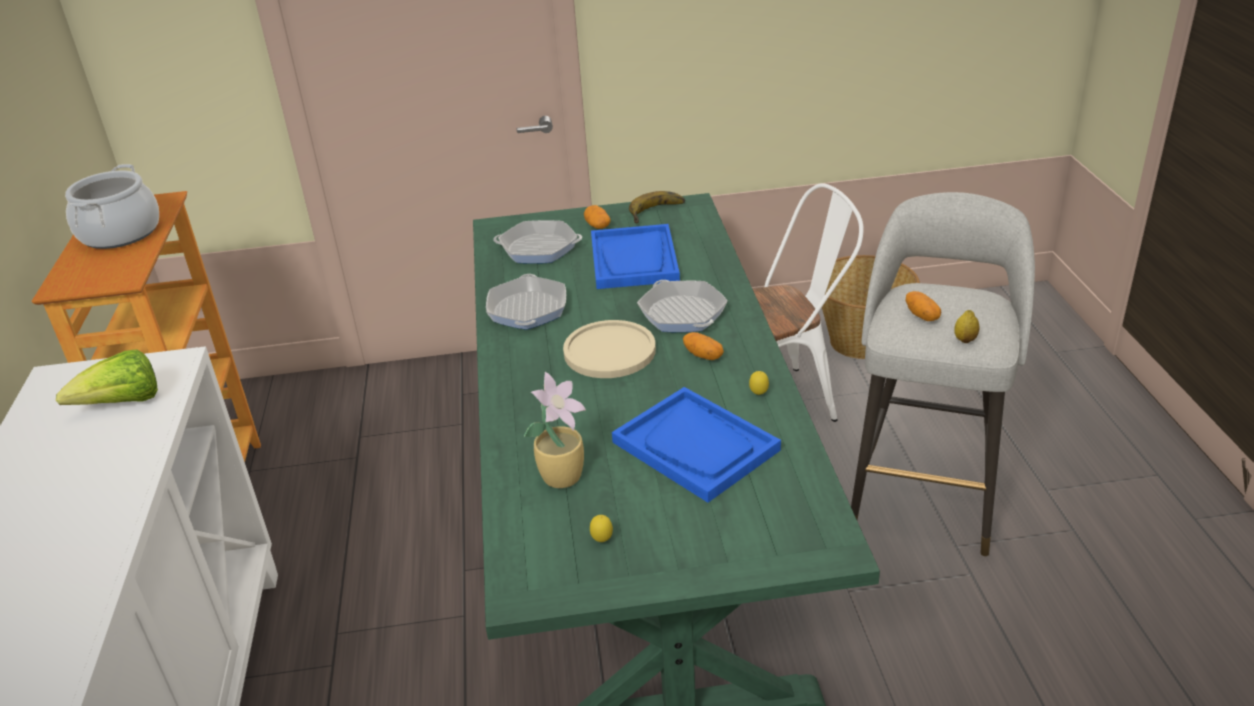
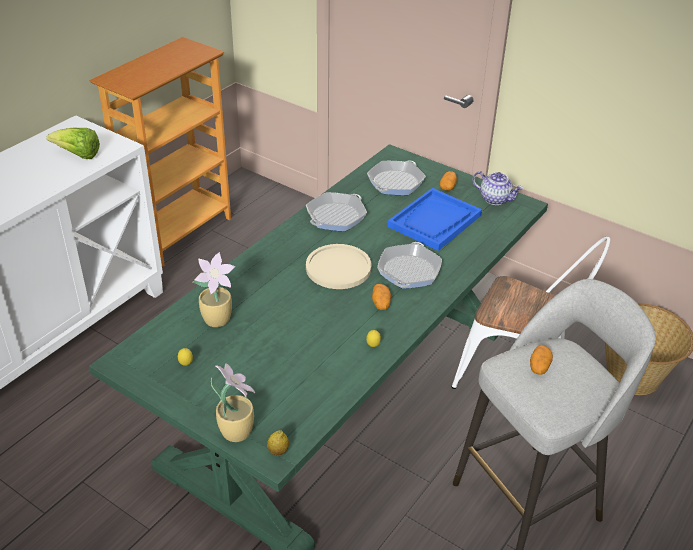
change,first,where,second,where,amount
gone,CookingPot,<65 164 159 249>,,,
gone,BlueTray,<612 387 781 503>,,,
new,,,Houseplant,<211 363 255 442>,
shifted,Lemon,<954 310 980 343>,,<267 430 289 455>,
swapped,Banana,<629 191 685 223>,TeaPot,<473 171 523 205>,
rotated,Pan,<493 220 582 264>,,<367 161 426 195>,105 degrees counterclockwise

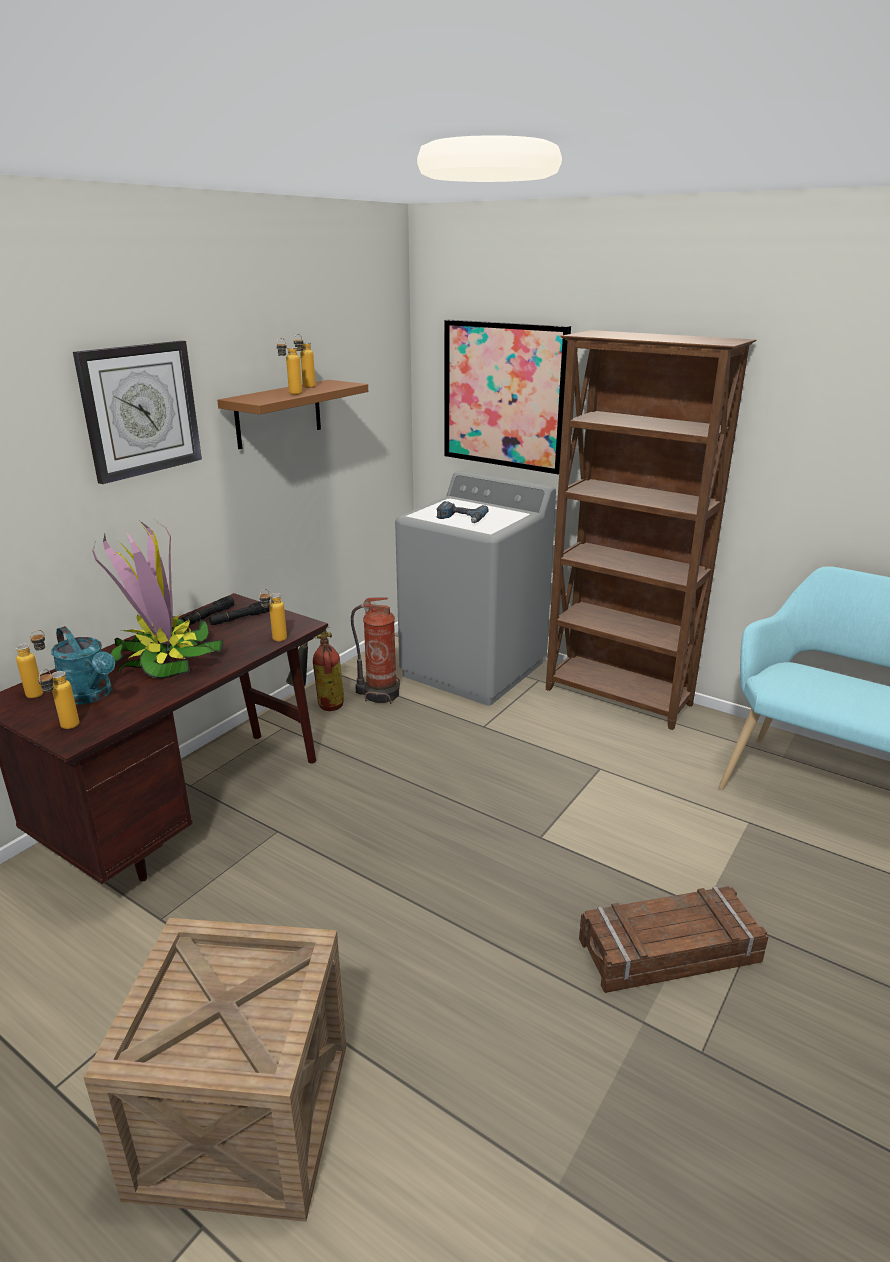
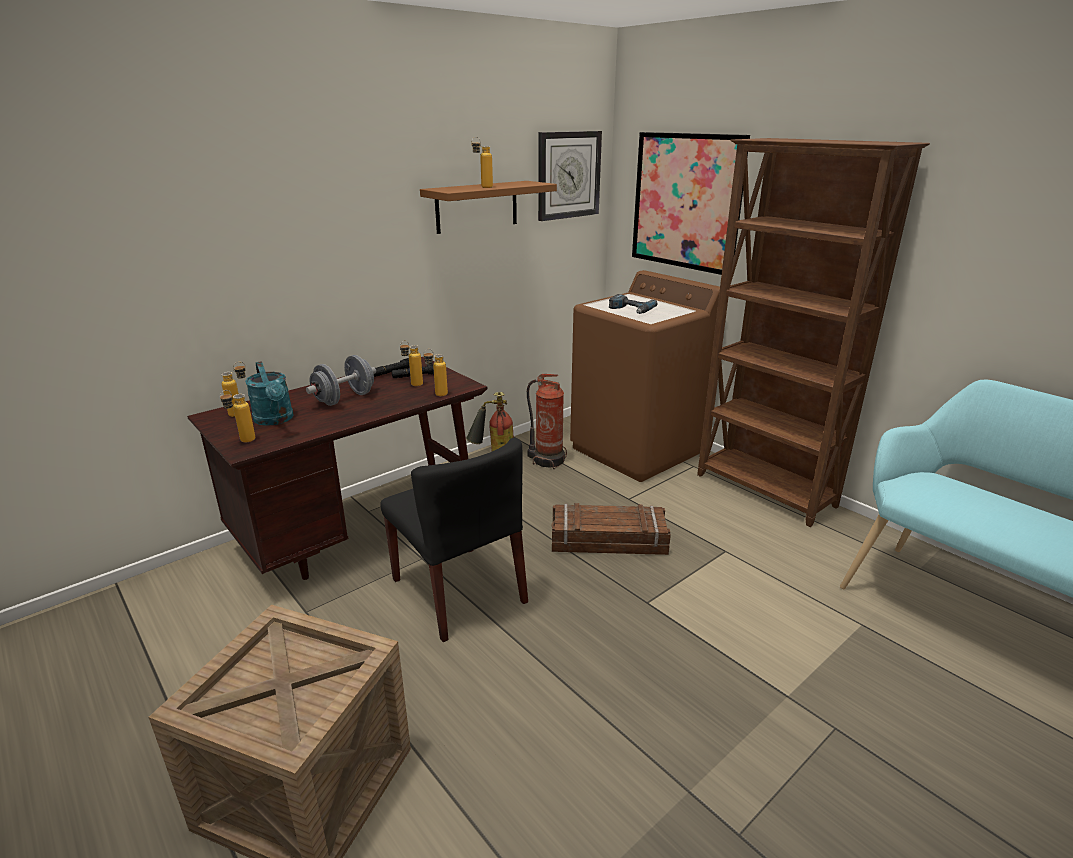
change,first,where,second,where,amount
new,,,BlackPlainChair,<380 437 528 642>,
shifted,ClockOnTheWall,<73 341 202 484>,,<538 131 602 221>,
shifted,Bottle,<294 334 316 388>,,<400 340 423 386>,
shifted,PackingCrate,<579 886 768 993>,,<552 503 671 555>,
swapped,Houseplant,<92 521 224 679>,GrayDumbbell,<306 355 376 406>,
repainted,GrayLaundryMachine,<395 471 556 706>,BrownColouredLaundryMachine,<570 270 720 482>,

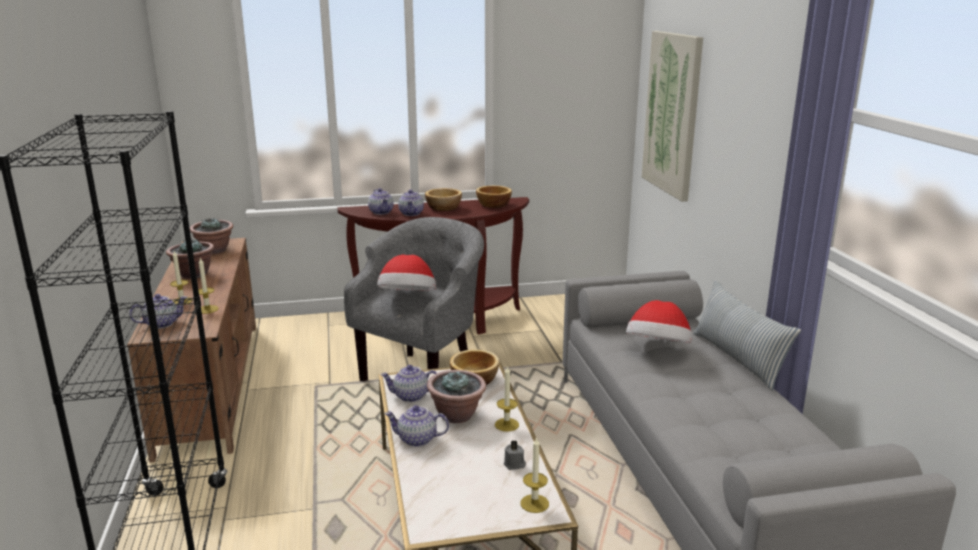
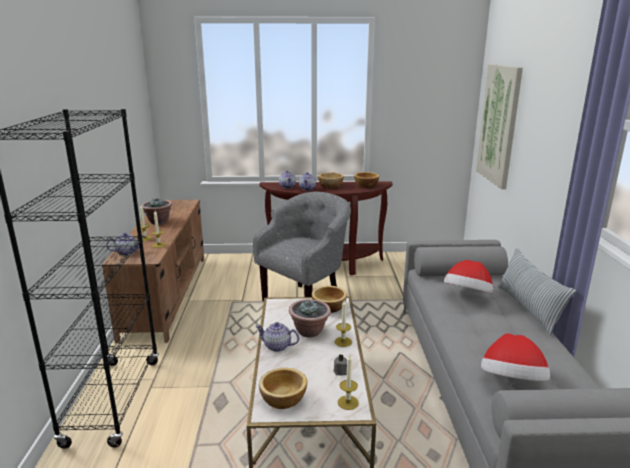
change,first,where,second,where,amount
gone,Houseplant,<190 218 233 254>,,,
gone,TeaPot,<381 365 437 402>,,,
new,,,Bowl,<259 368 307 409>,
shifted,ClothingHat,<377 255 436 291>,,<481 333 550 381>,

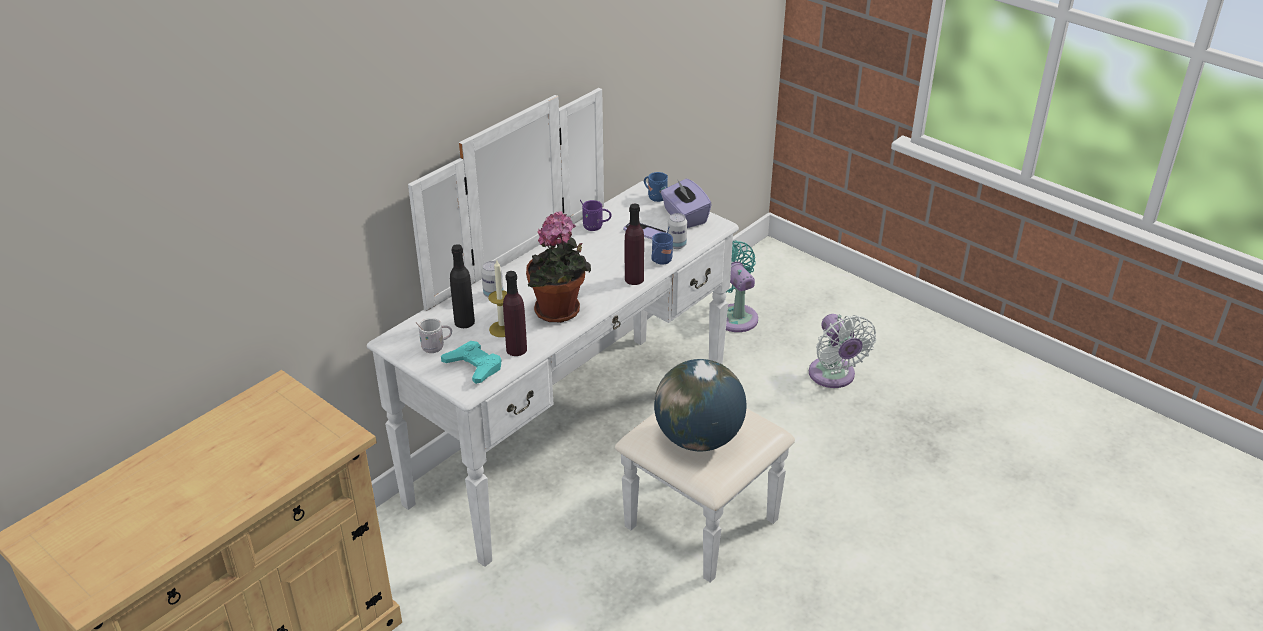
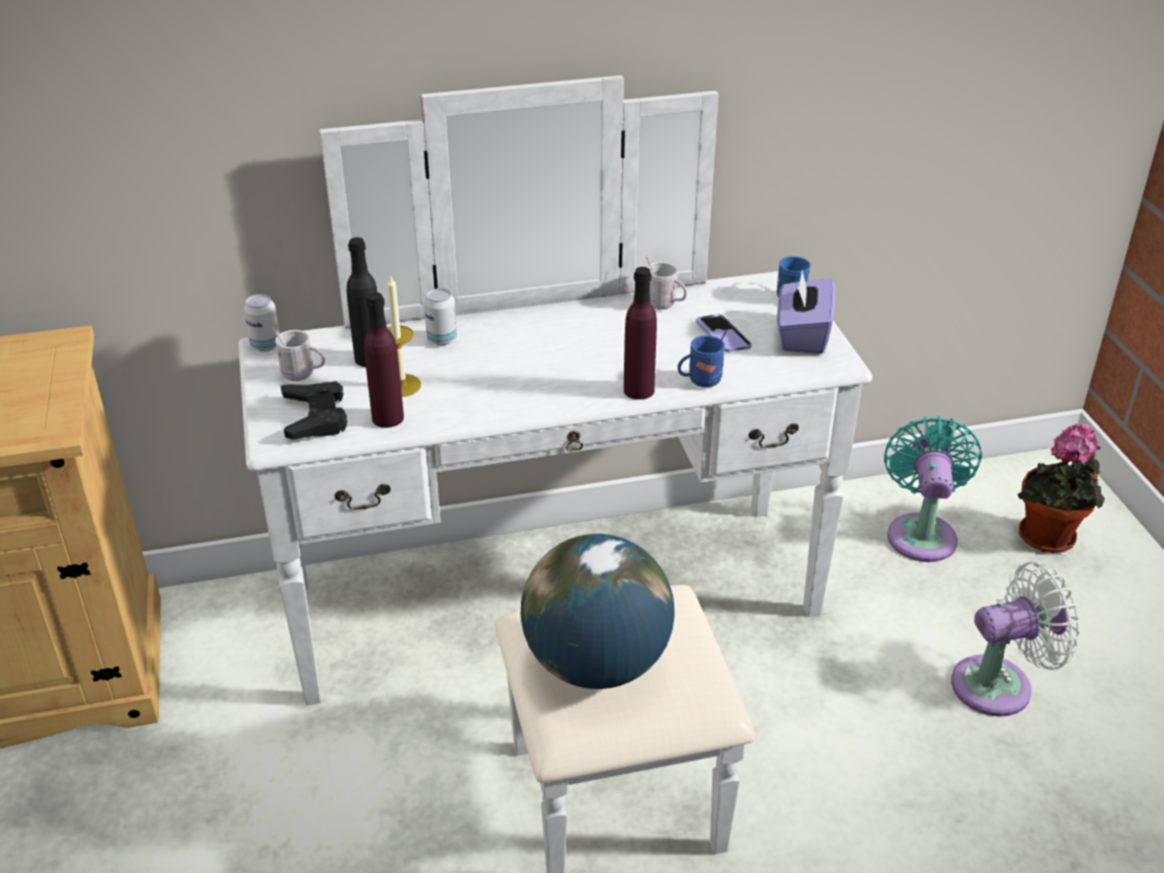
change,first,where,second,where,amount
shifted,Houseplant,<526 211 591 323>,,<1018 424 1105 553>,
shifted,MetalCan,<668 213 687 249>,,<244 294 280 351>,
repainted,BlueGreenJoypad,<441 341 502 384>,BlackJoypad,<281 381 348 439>,
repainted,PurpleColouredMug,<580 200 612 231>,WhitishMug,<646 255 687 309>,
rotated,WhitishCoolingFan,<809 314 876 388>,,<951 562 1080 717>,120 degrees counterclockwise

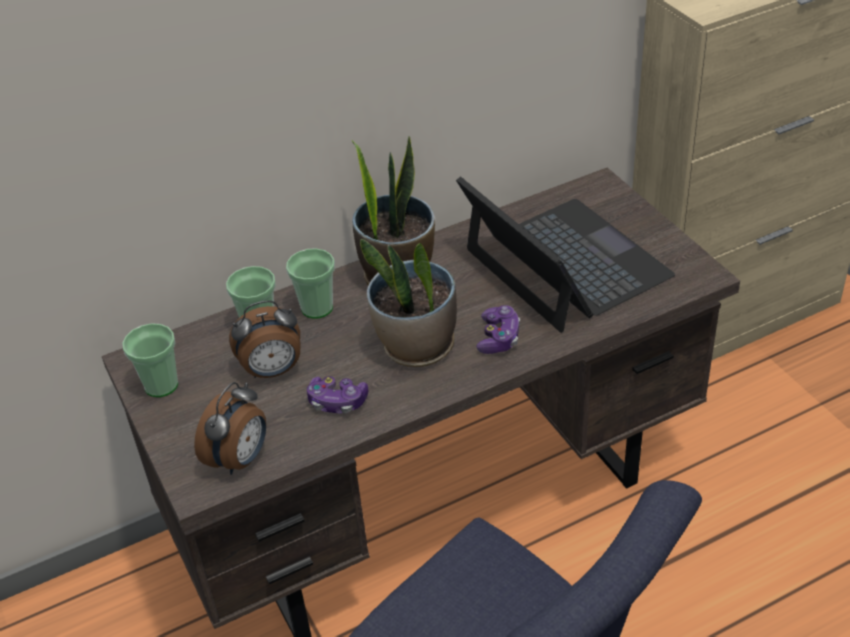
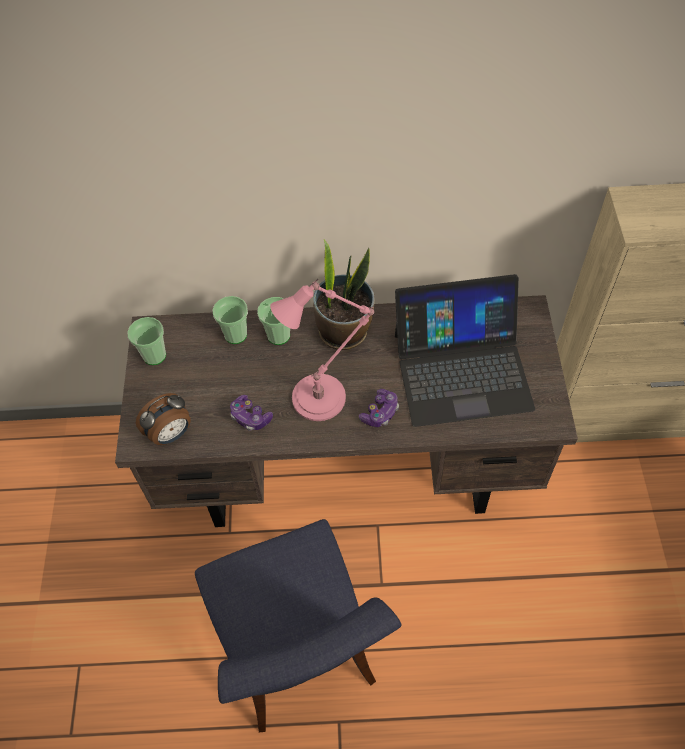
change,first,where,second,where,amount
gone,BedsideClock,<229 300 301 378>,,,
swapped,Houseplant,<360 239 457 367>,PinkishTableLamp,<270 279 374 421>,
rotated,PortableComputer,<456 177 675 333>,,<395 274 535 427>,90 degrees clockwise

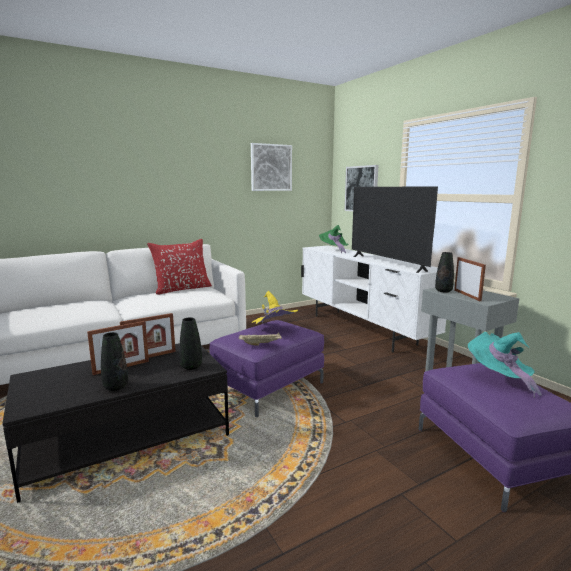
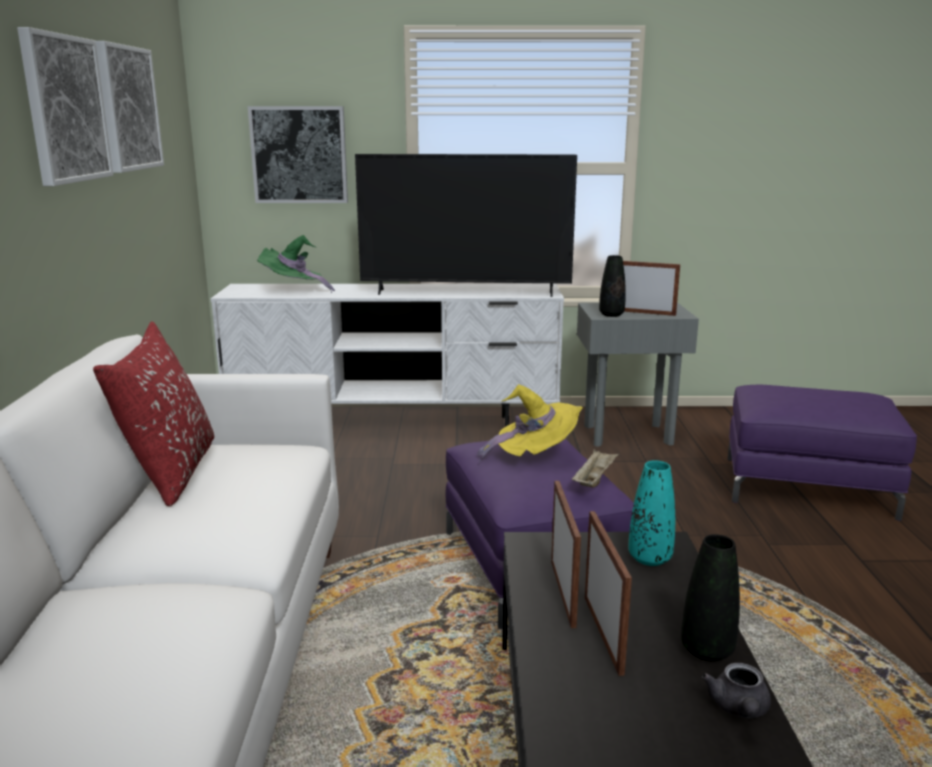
change,first,where,second,where,amount
gone,BlueGreenClothingHat,<468 332 542 398>,,,
new,,,WallArt,<17 27 113 186>,
new,,,GrayTeaPot,<702 663 771 718>,
repainted,BlackDecorativeVase,<179 317 202 370>,BlueGreenDecorativeVase,<629 460 675 566>,

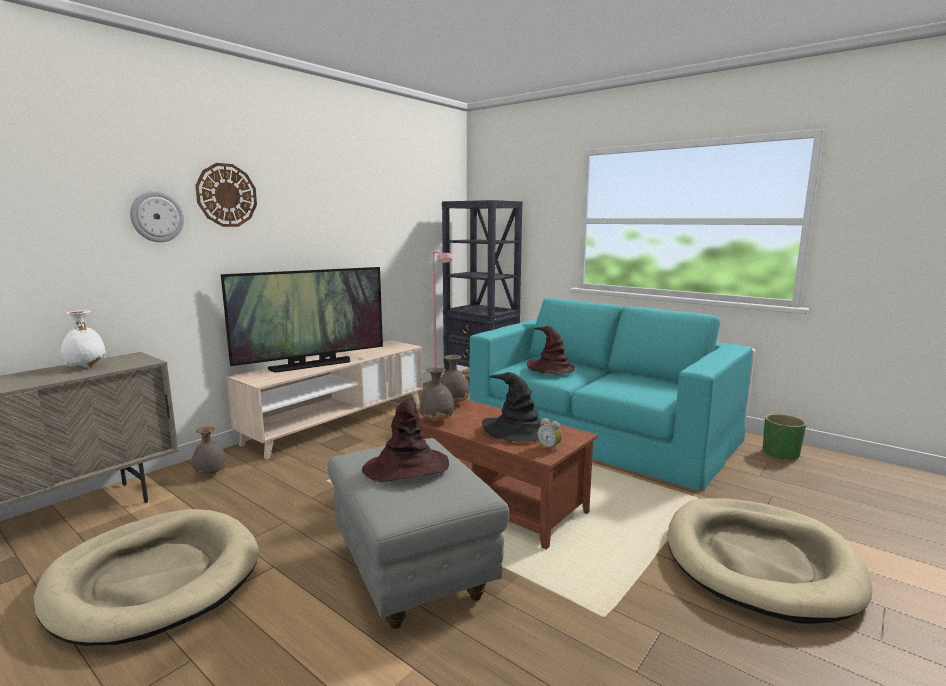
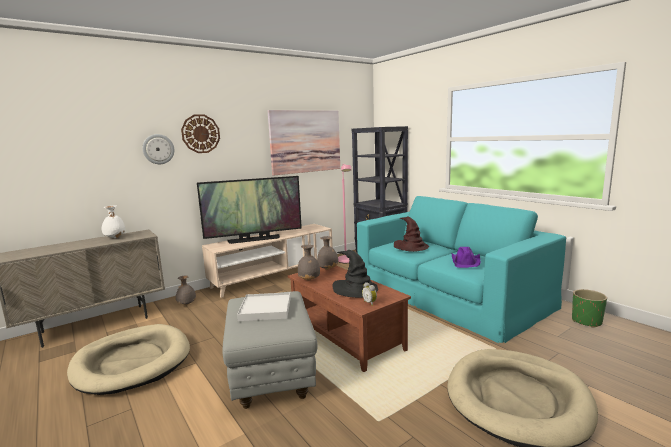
change,first,where,second,where,amount
new,,,WallArt,<268 110 340 176>,
new,,,PurpleColouredClothingHat,<452 247 480 268>,
swapped,BrownColouredClothingHat,<362 399 449 482>,WhitishTray,<237 292 291 321>,

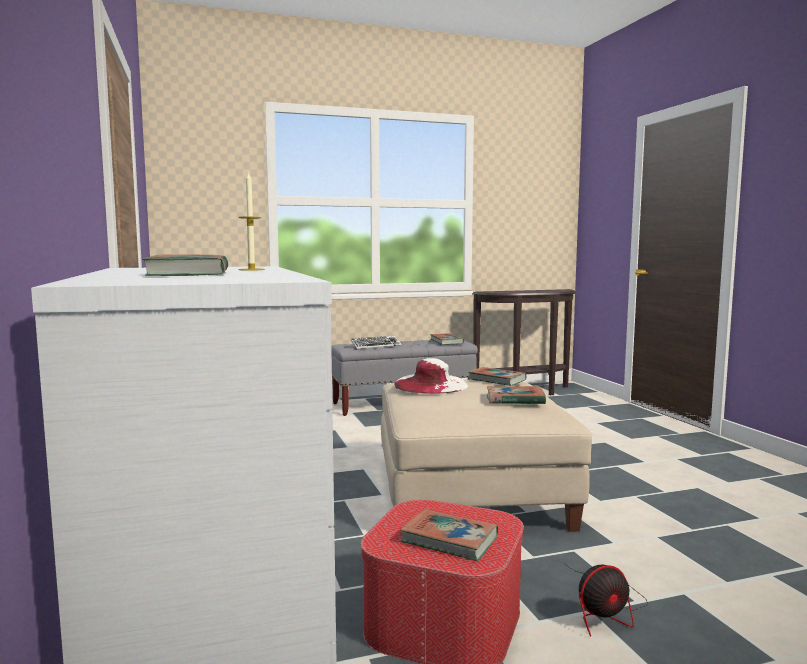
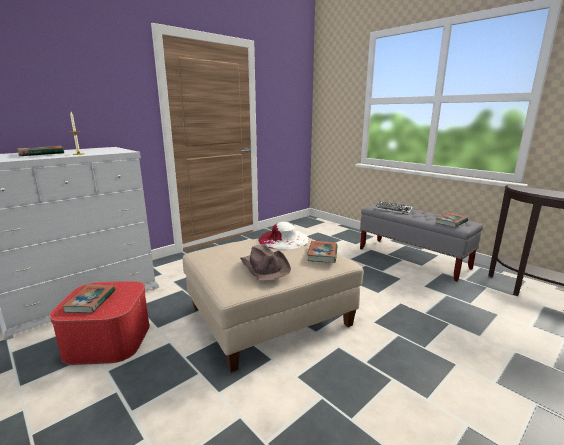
change,first,where,second,where,amount
gone,CoolingFan,<563 562 648 637>,,,
swapped,Book,<487 386 546 404>,BrownColouredClothingHat,<240 244 291 282>,

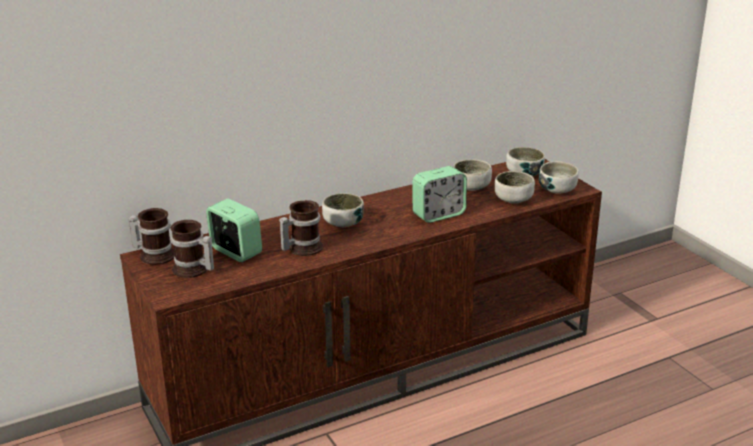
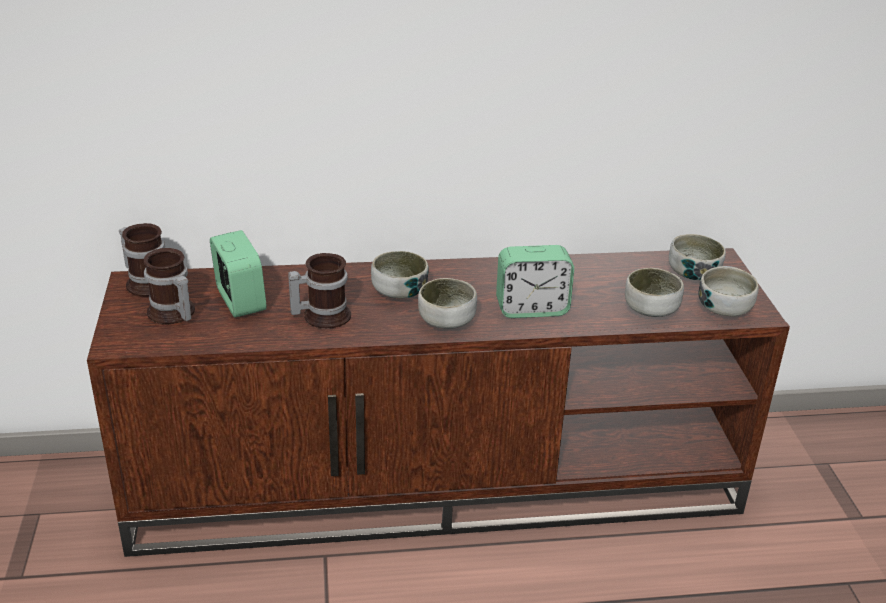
change,first,where,second,where,amount
shifted,Bowl,<454 160 492 191>,,<418 278 477 329>,

